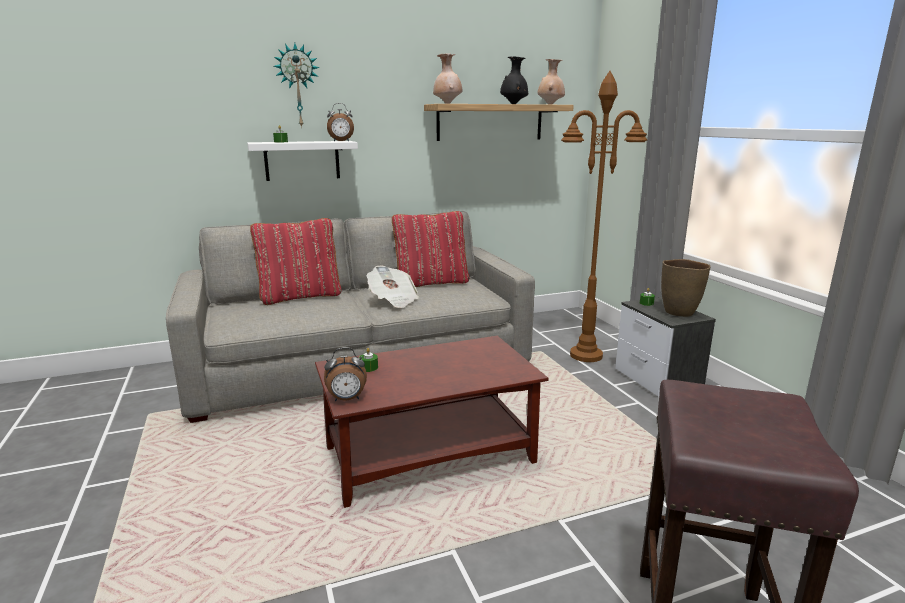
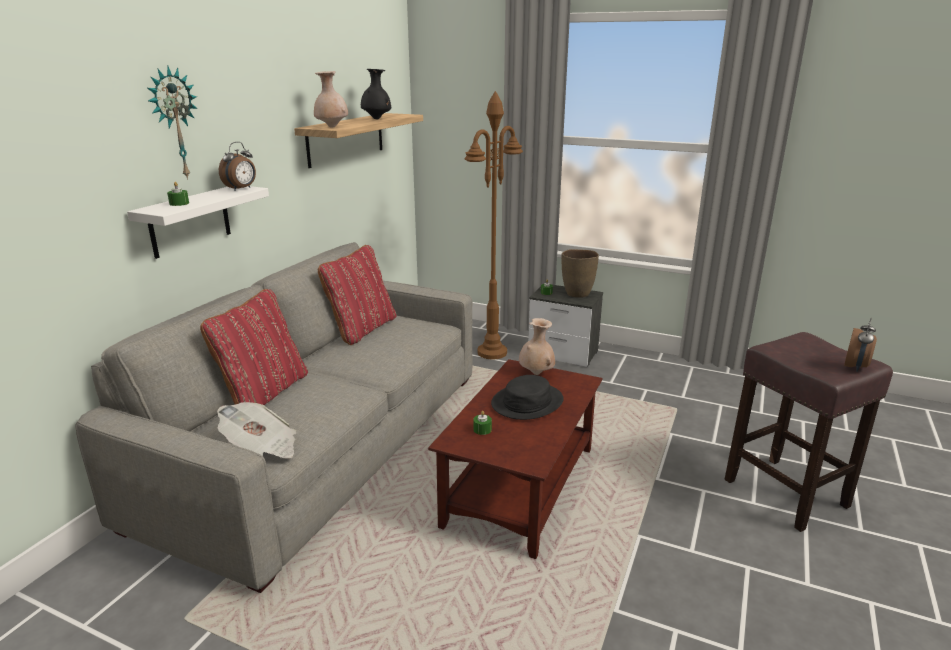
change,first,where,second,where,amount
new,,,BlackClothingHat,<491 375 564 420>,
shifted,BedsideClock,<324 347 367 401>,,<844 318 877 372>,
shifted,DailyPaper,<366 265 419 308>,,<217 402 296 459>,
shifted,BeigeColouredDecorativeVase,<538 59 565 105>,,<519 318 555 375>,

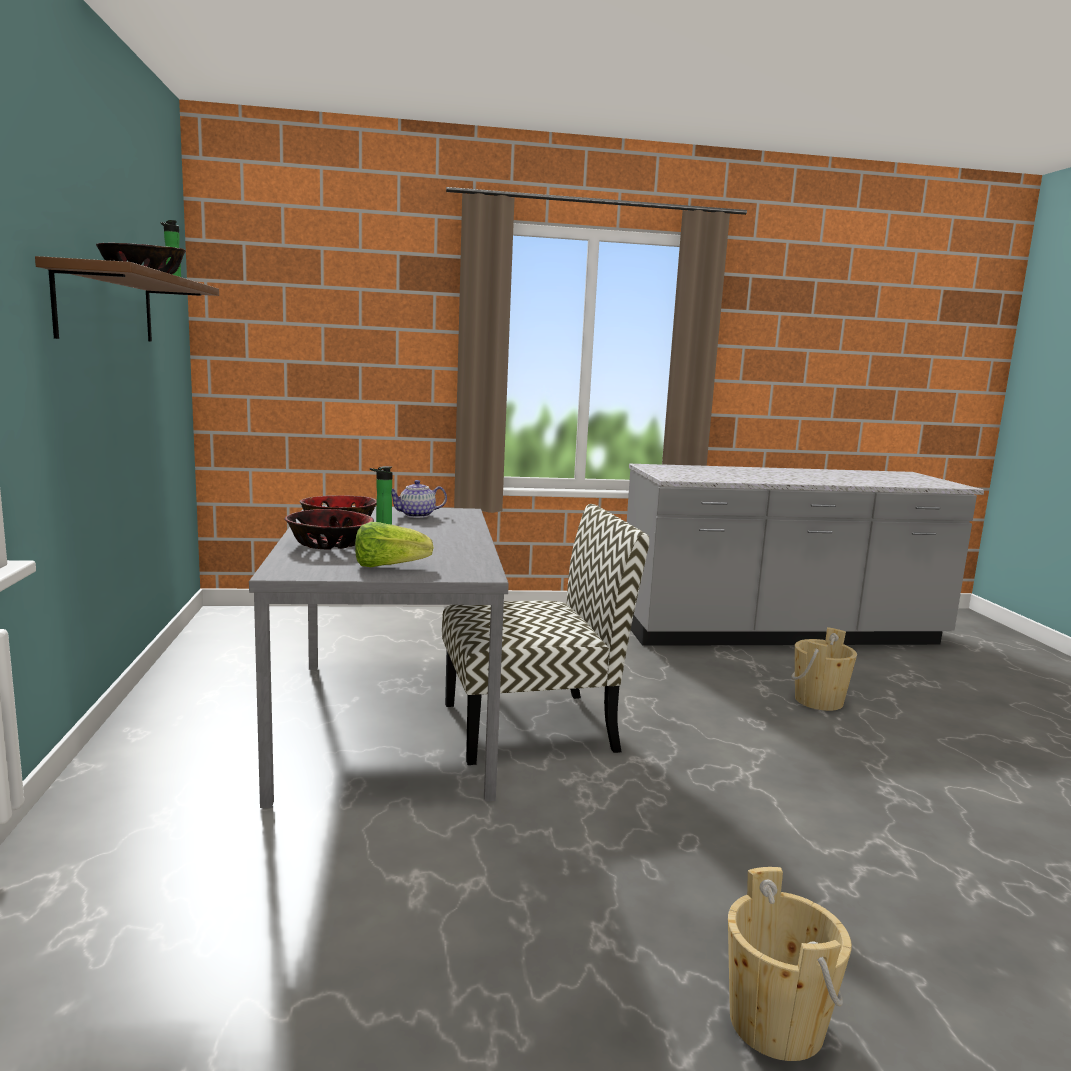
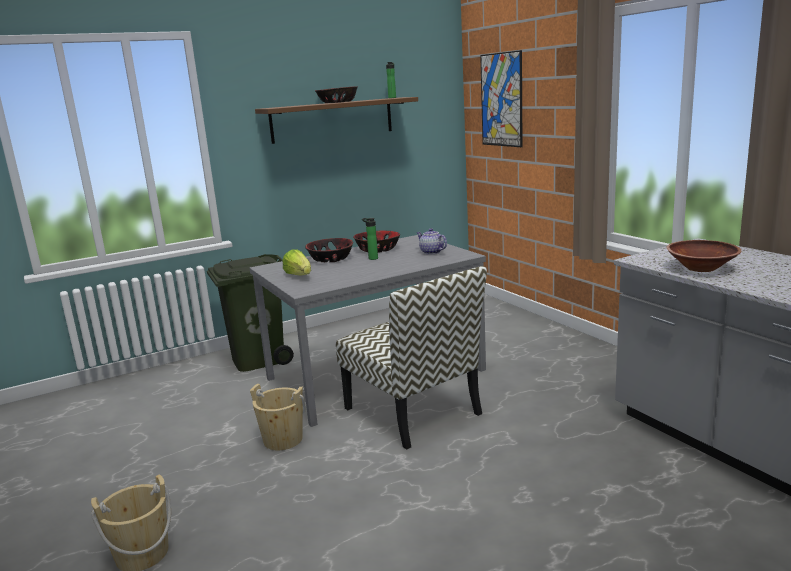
change,first,where,second,where,amount
new,,,GreenishWasteBin,<207 254 294 372>,
new,,,WallArt,<480 50 523 147>,
new,,,BrownColouredBowl,<667 240 741 272>,
shifted,BeigeColouredPail,<792 627 857 711>,,<250 384 306 450>,

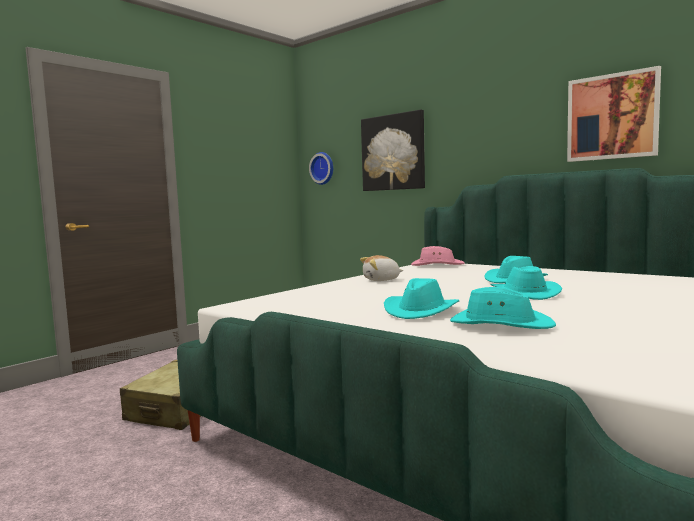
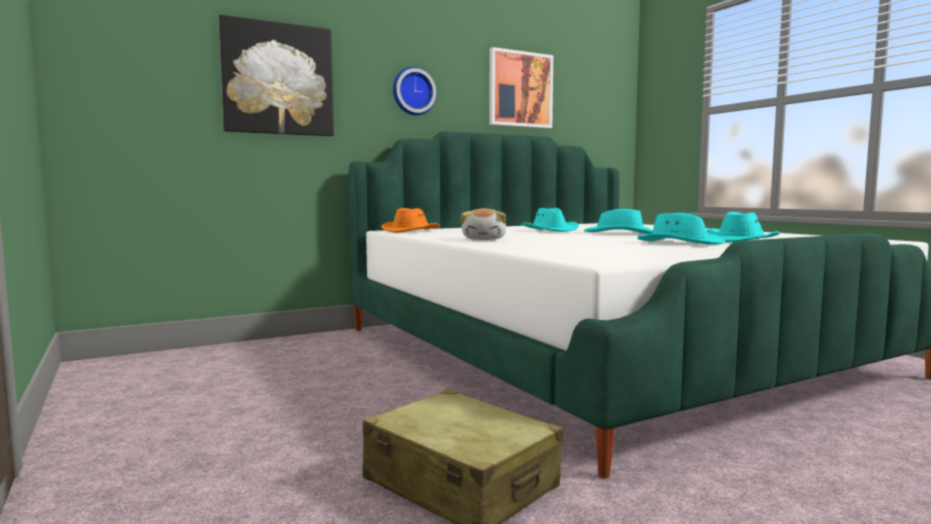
change,first,where,second,where,amount
shifted,ClockOnTheWall,<309 152 333 185>,,<393 67 436 115>,
repainted,PinkishClothingHat,<411 246 465 266>,OrangeColouredClothingHat,<381 208 440 233>,

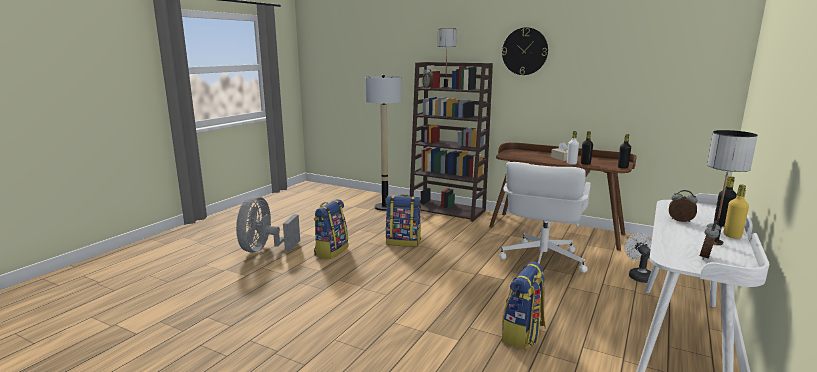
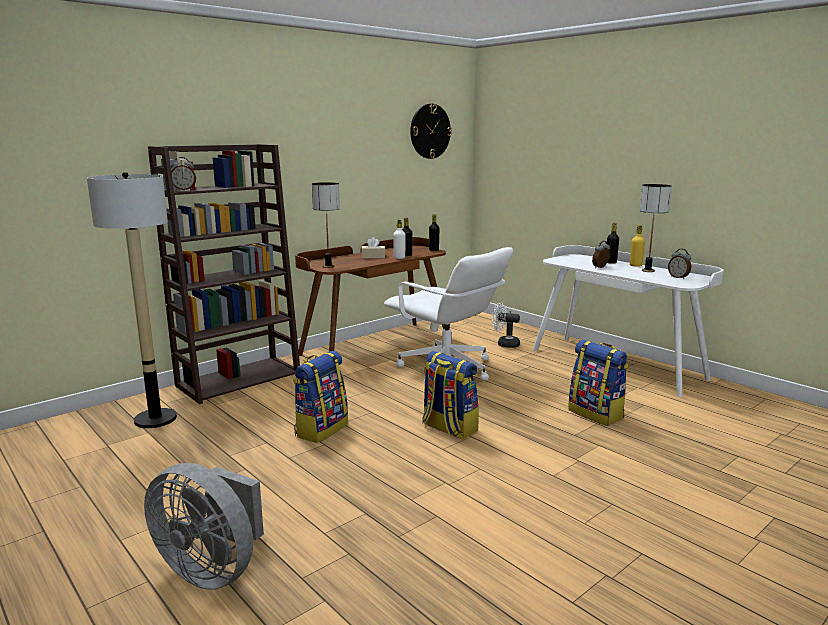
change,first,where,second,where,amount
shifted,Rucksack,<314 199 348 259>,,<422 351 479 440>,
shifted,TableLamp,<438 28 456 88>,,<312 182 340 268>,
shifted,ClockOnTheWall,<502 27 548 75>,,<410 104 452 159>,

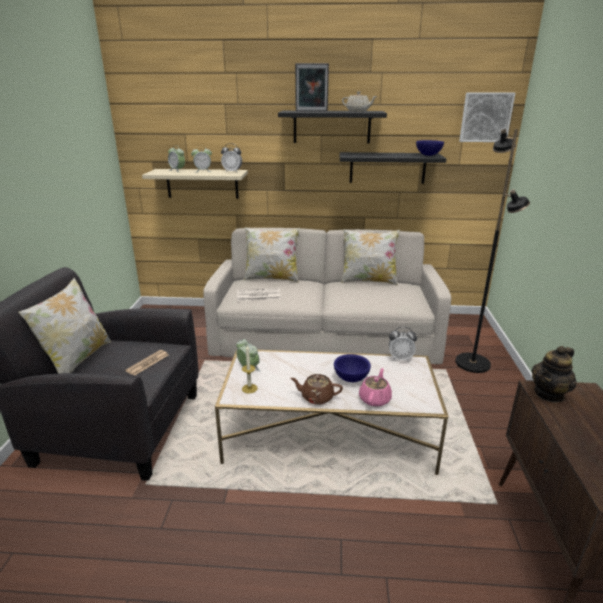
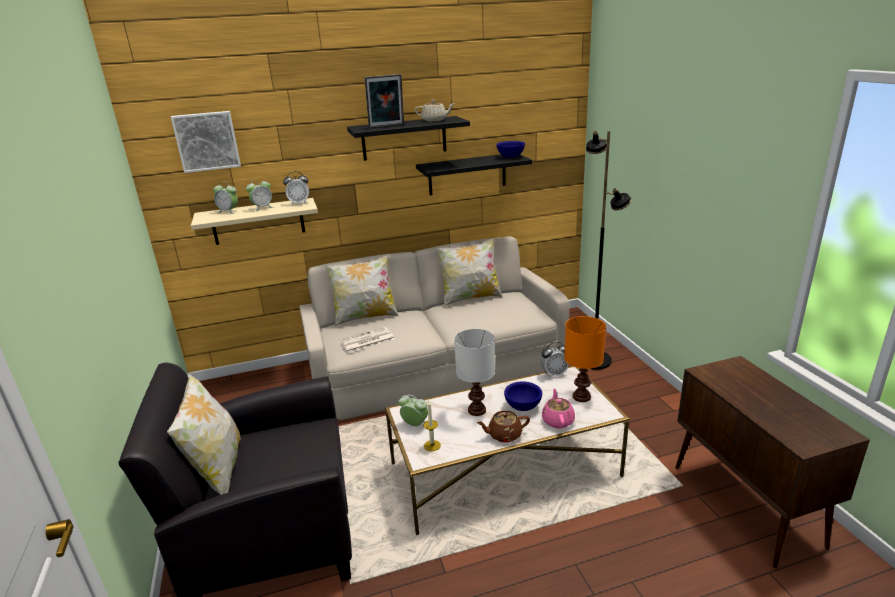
change,first,where,second,where,amount
gone,DailyPaper,<125 350 168 376>,,,
gone,TeaPot,<532 346 577 403>,,,
new,,,WhitishTableLamp,<454 328 495 416>,
new,,,OrangeColouredTableLamp,<564 316 606 402>,
shifted,WallArt,<459 93 515 142>,,<171 111 241 173>,

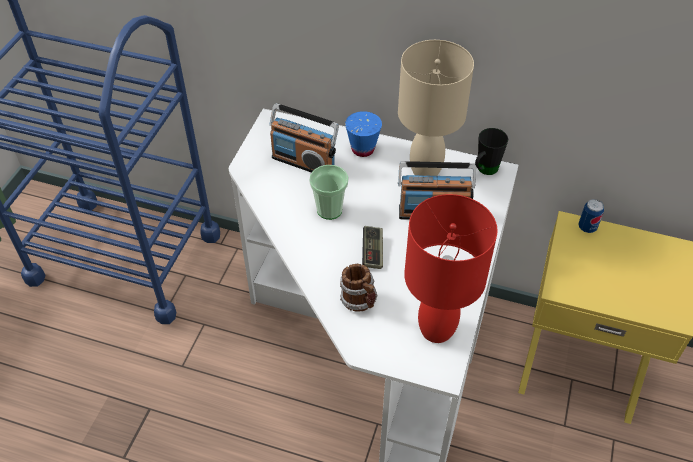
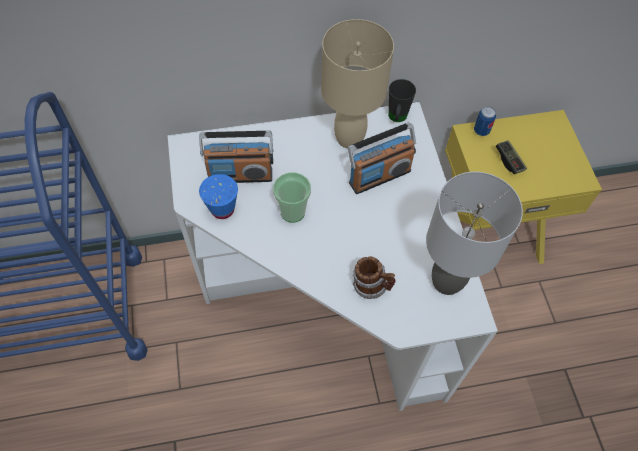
change,first,where,second,where,amount
shifted,BlueCup,<345 111 382 157>,,<199 174 238 219>,
shifted,Joypad,<362 226 383 269>,,<496 140 527 174>,
repainted,ReddishTableLamp,<404 194 497 343>,GrayTableLamp,<426 172 523 295>,

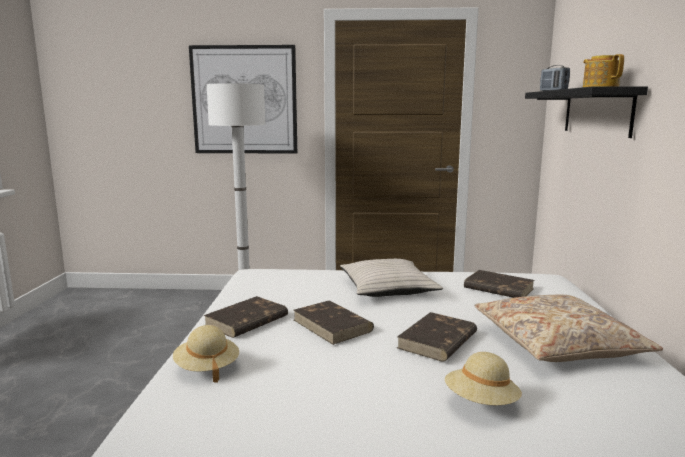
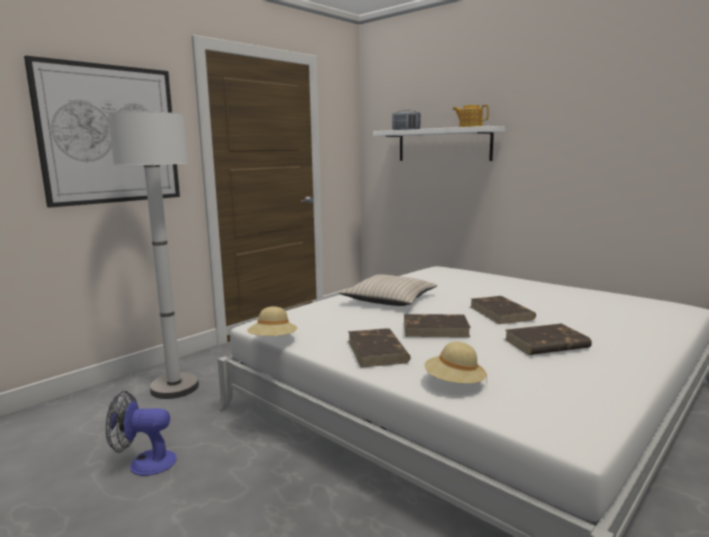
change,first,where,second,where,amount
gone,BeigeColouredThrowPillow,<474 295 663 362>,,,
new,,,CoolingFan,<106 391 177 476>,
shifted,BeigeColouredClothingHat,<445 352 522 405>,,<247 307 297 336>,
shifted,BrownColouredBook,<464 270 535 298>,,<505 323 592 355>,
repainted,BlackBracketShelf,<525 86 648 138>,WhitishBracketShelf,<373 126 505 161>,

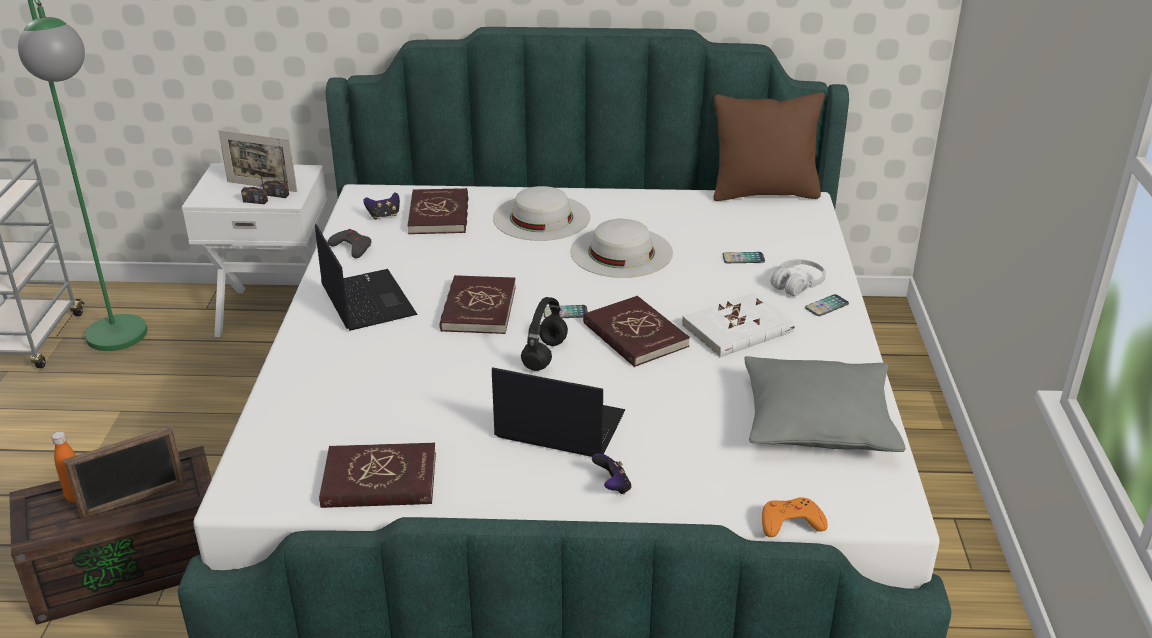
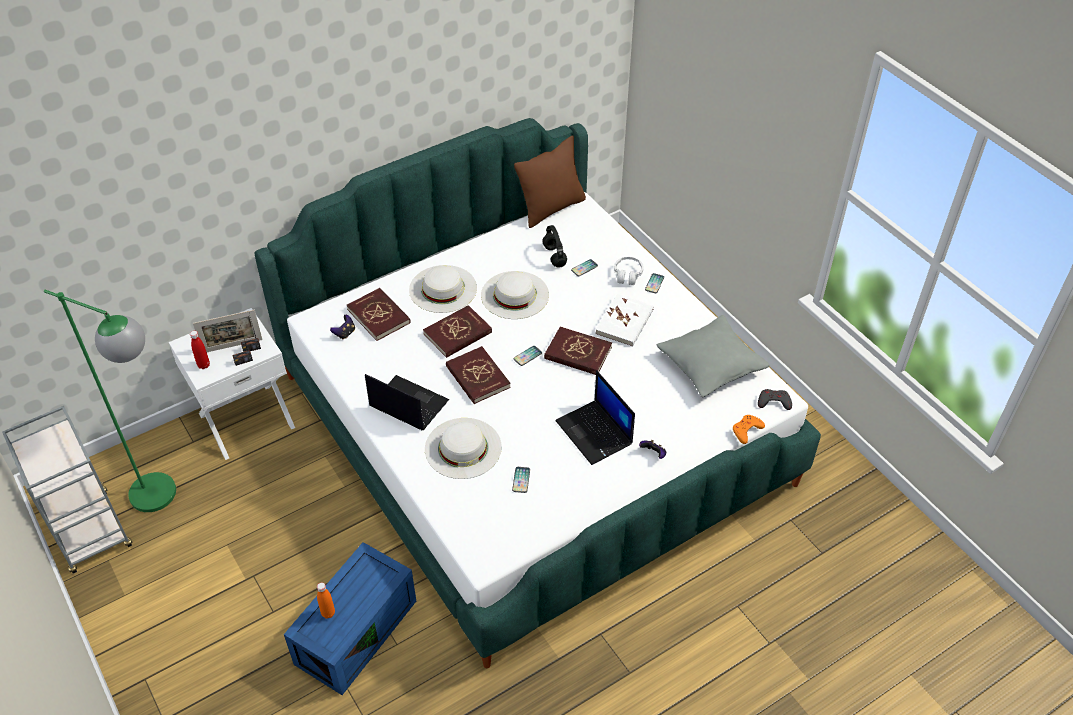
change,first,where,second,where,amount
gone,PictureFrame,<64 426 186 519>,,,
new,,,ReddishBottle,<190 331 210 369>,
new,,,WhitishClothingHat,<425 418 502 479>,
new,,,Phone,<512 467 530 493>,
shifted,ReddishBook,<319 443 436 508>,,<423 305 492 358>,
shifted,GrayJoypad,<327 229 371 258>,,<758 389 792 410>,
shifted,BlackHeadphones,<521 297 568 371>,,<542 225 567 268>,
repainted,BrownColouredStorageBin,<9 446 212 625>,BlueStorageBin,<284 542 416 695>,
rotated,PortableComputer,<492 367 625 457>,,<556 370 635 465>,105 degrees counterclockwise

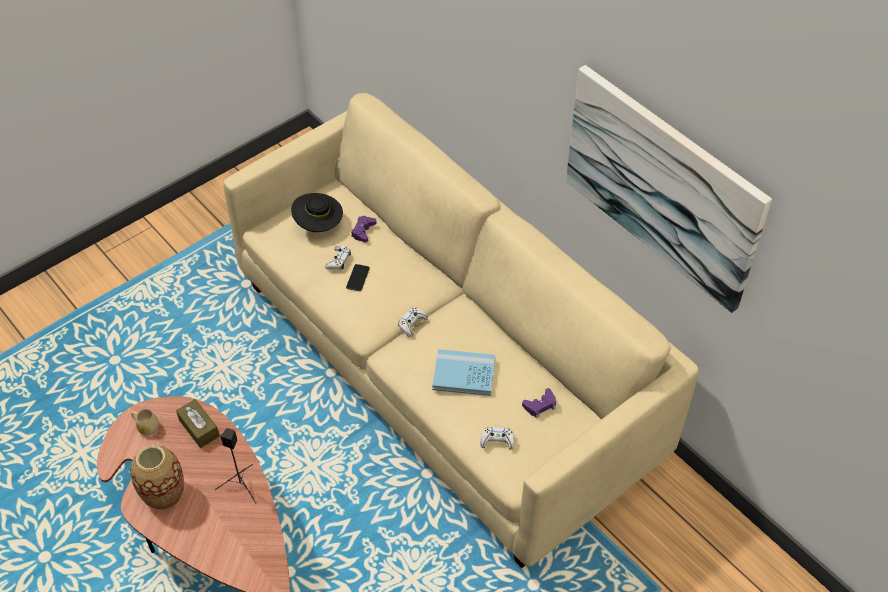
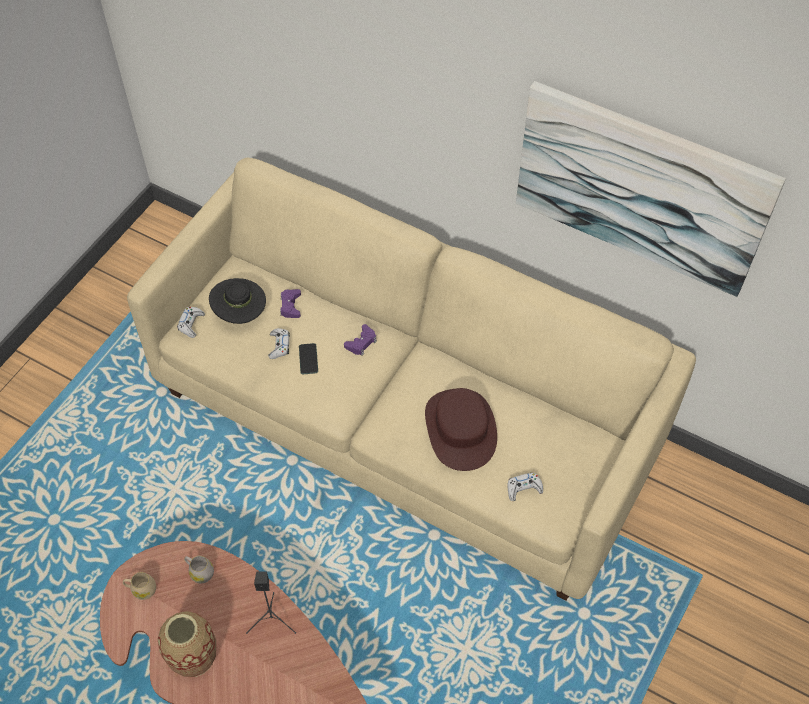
change,first,where,second,where,amount
shifted,WhitishJoypad,<398 307 428 337>,,<177 307 205 338>,
shifted,PurpleColouredJoypad,<522 388 556 418>,,<344 324 377 356>,
swapped,BrownColouredTissueBox,<176 399 220 448>,WhitishMug,<184 556 214 583>,
swapped,BlueBook,<432 349 495 396>,BrownColouredClothingHat,<425 388 497 471>,

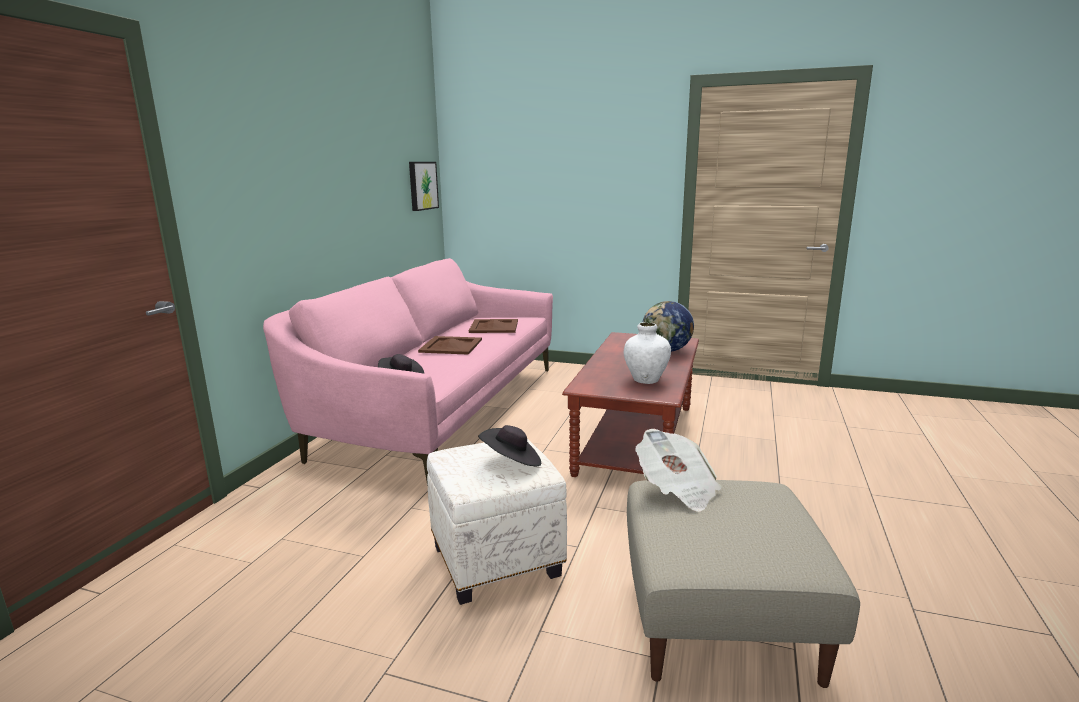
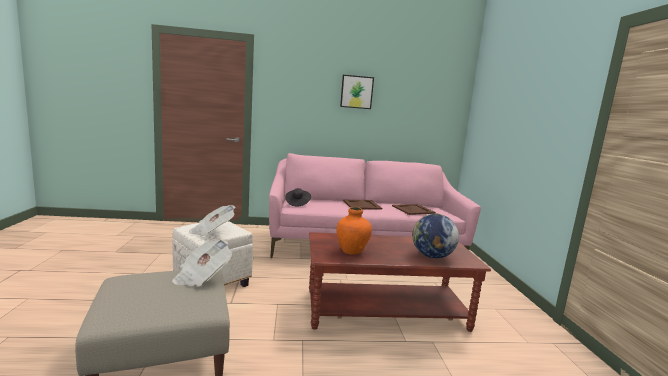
change,first,where,second,where,amount
shifted,WallArt,<409 162 439 211>,,<340 75 374 109>,
swapped,BlackClothingHat,<478 425 541 466>,DailyPaper,<189 205 236 236>,
repainted,WhitishDecorativeVase,<624 322 671 384>,OrangeColouredDecorativeVase,<336 207 372 255>,

